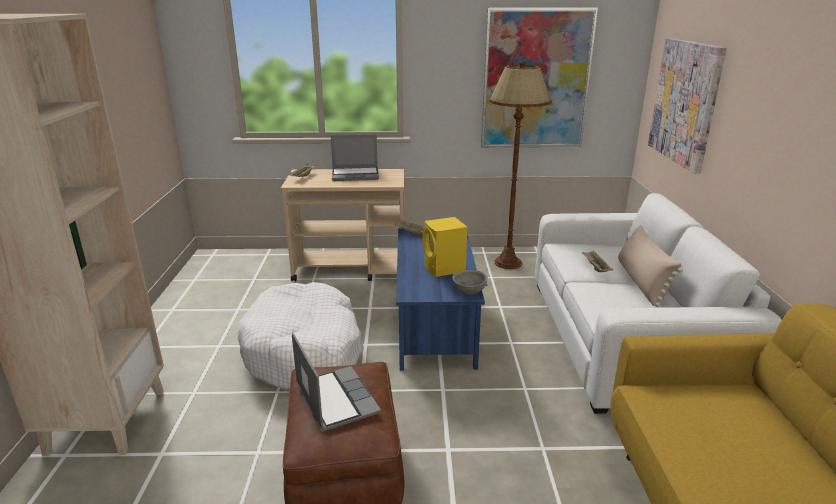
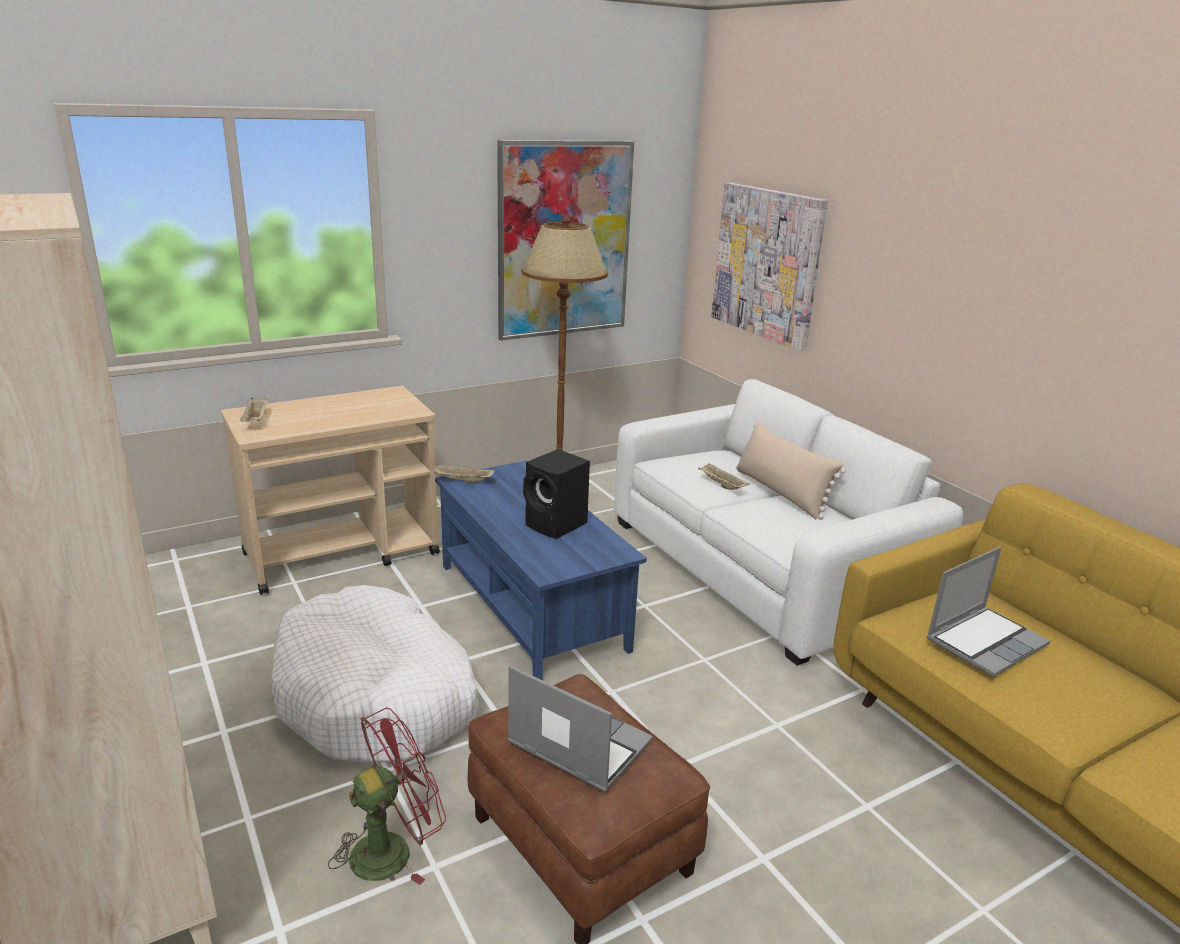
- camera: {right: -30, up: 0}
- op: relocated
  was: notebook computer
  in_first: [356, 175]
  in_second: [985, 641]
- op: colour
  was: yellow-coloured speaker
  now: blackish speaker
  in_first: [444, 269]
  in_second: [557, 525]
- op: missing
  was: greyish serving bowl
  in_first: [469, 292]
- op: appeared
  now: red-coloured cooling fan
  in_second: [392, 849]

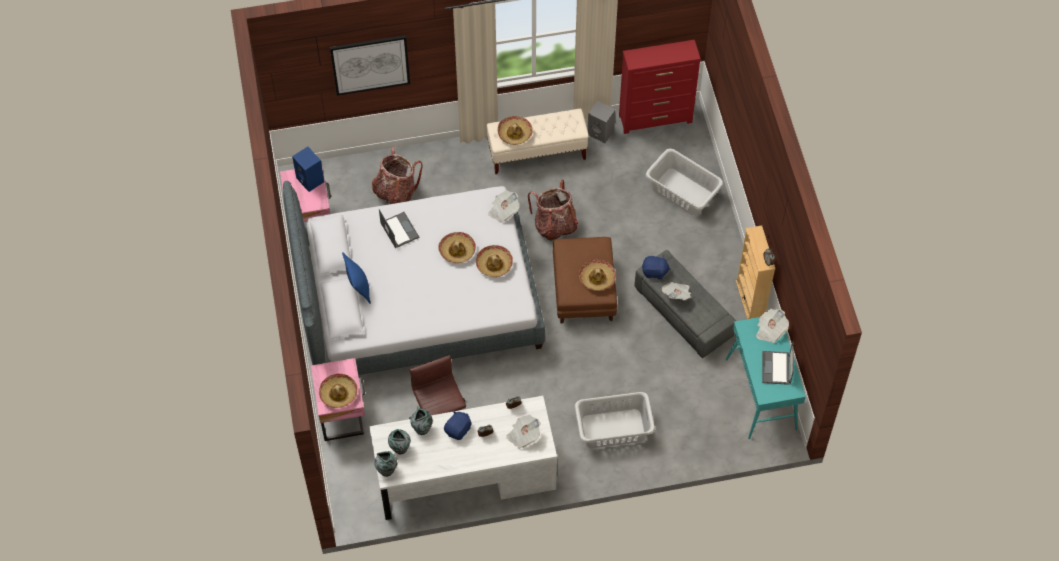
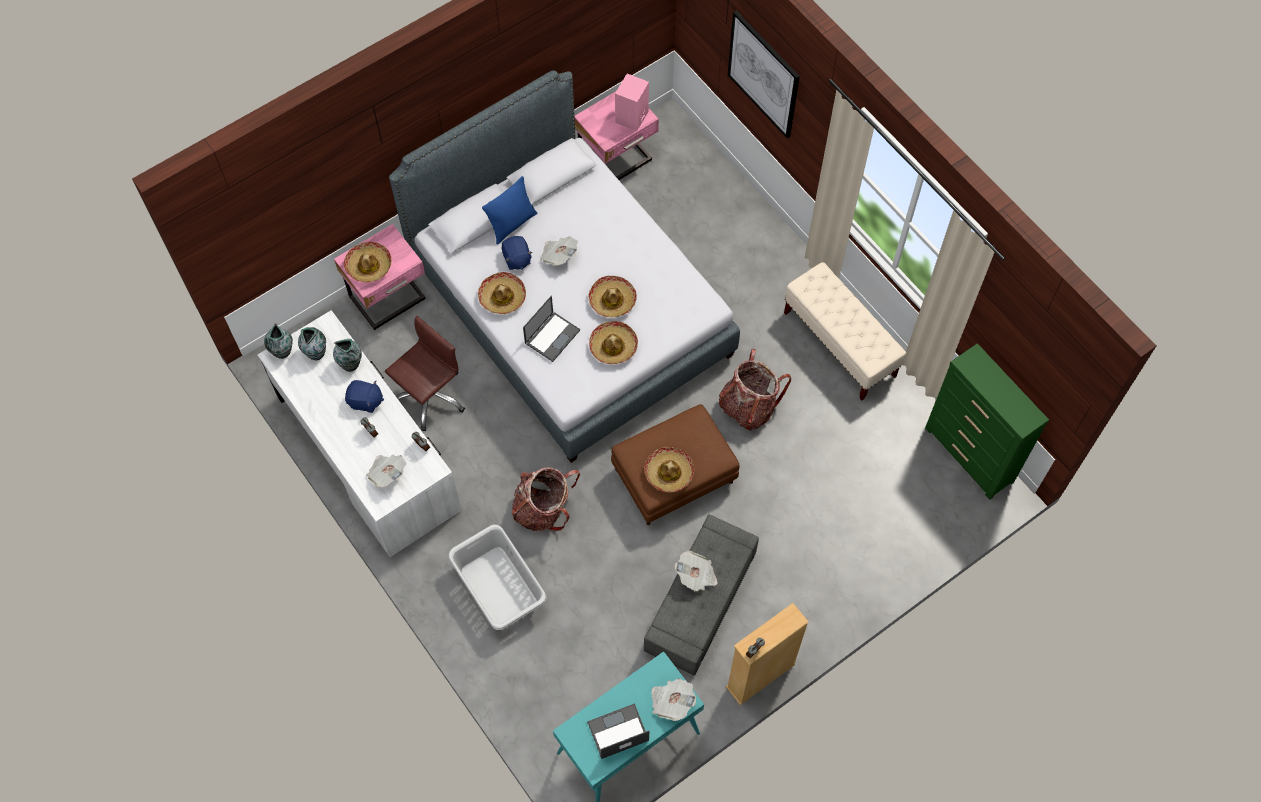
- camera: {right: 65, up: 5}
- op: colour
  was: red-coloured drawer chest
  now: green drawer chest
  in_first: [656, 119]
  in_second: [969, 455]
- op: missing
  was: greyish speaker
  in_first: [601, 132]
- op: relocated
  was: clothing hat
  in_first: [515, 133]
  in_second: [502, 297]
- op: colour
  was: bluish speaker
  now: pink-coloured speaker
  in_first: [311, 180]
  in_second: [632, 118]
- op: relocated
  was: knapsack
  in_first: [395, 192]
  in_second: [543, 509]
- op: missing
  was: greyish hamper
  in_first: [682, 192]
- op: relocated
  was: daily paper
  in_first: [503, 211]
  in_second: [559, 255]
- op: relocated
  was: notebook computer
  in_first: [399, 230]
  in_second: [552, 336]
- op: relocated
  was: bluish cuddly toy
  in_first: [654, 272]
  in_second: [516, 259]

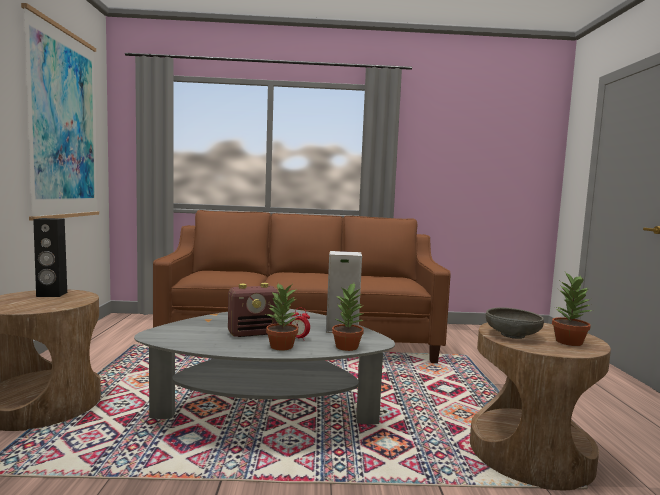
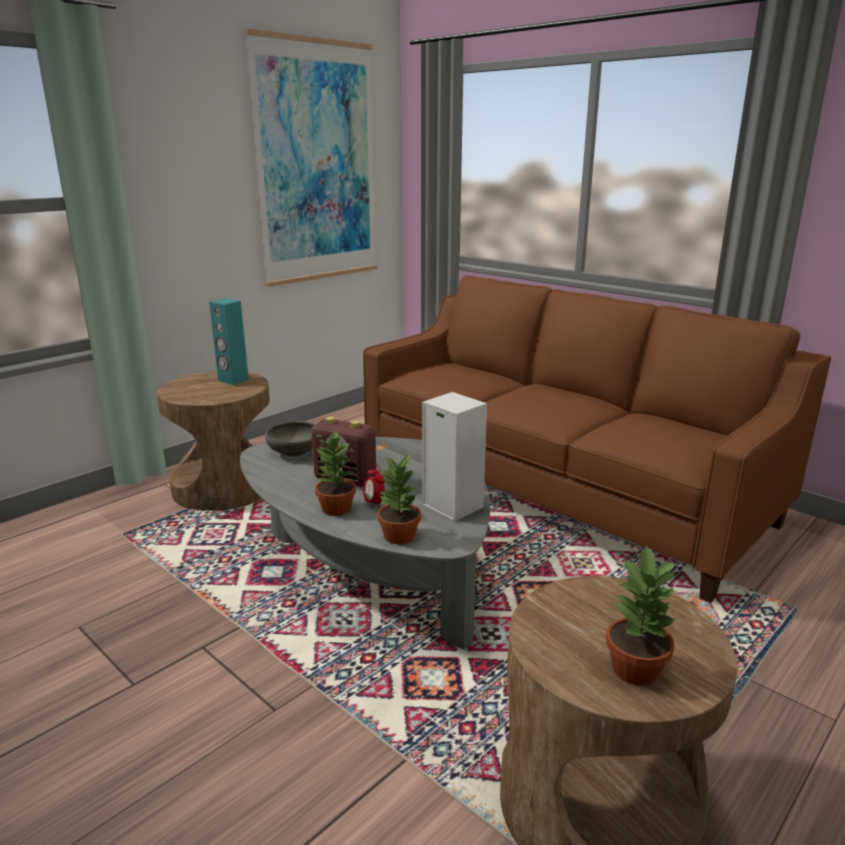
- camera: {right: 45, up: 15}
- op: colour
  was: blackish speaker
  now: turquoise-coloured speaker
  in_first: [51, 294]
  in_second: [233, 380]
- op: relocated
  was: greyish serving bowl
  in_first: [512, 335]
  in_second: [294, 452]

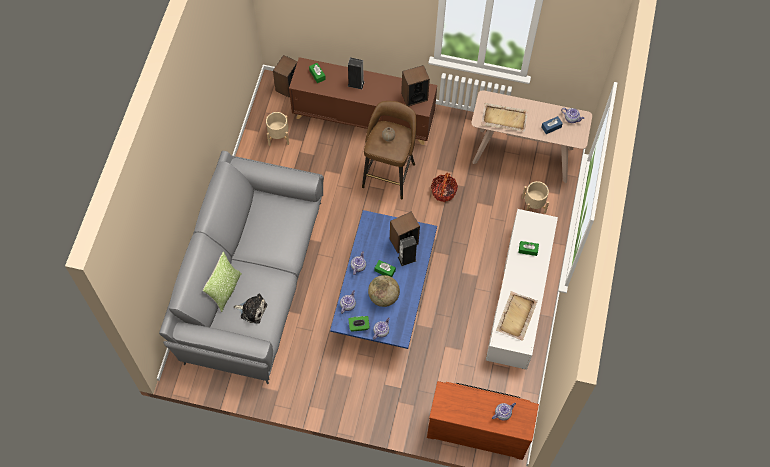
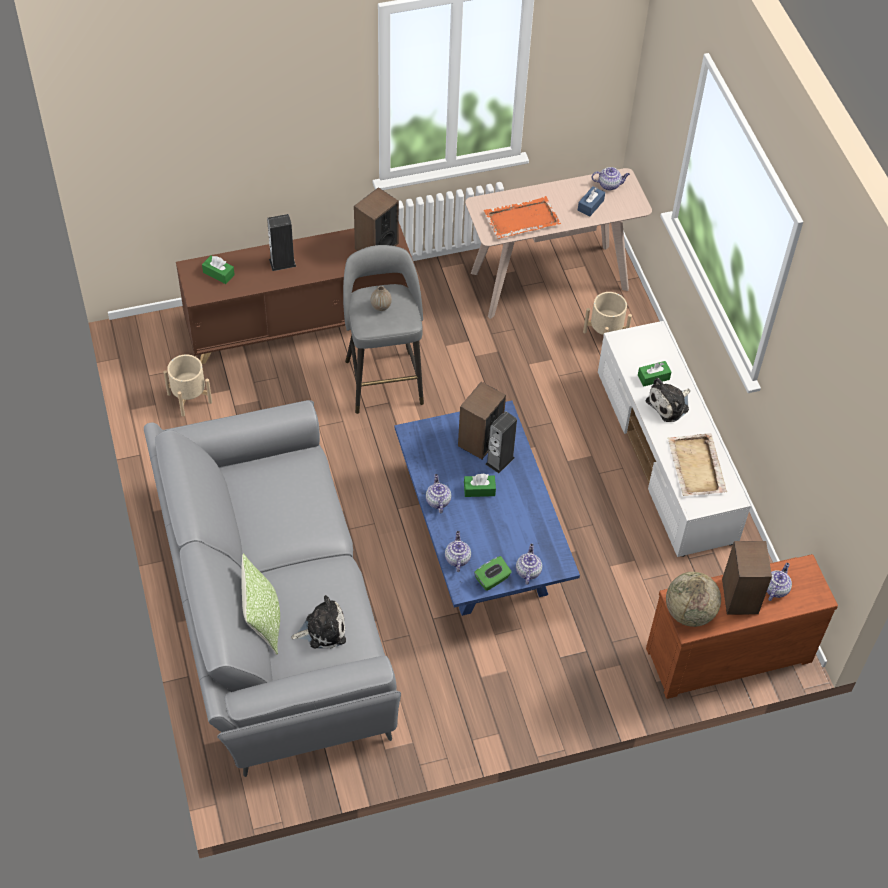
- camera: {right: -30, up: -10}
- op: relocated
  was: speaker
  in_first: [287, 86]
  in_second: [739, 596]
- op: colour
  was: brownish stool
  now: greyish stool
  in_first: [389, 174]
  in_second: [383, 379]
- op: colour
  was: beige-coloured tray
  now: orange tray
  in_first: [503, 118]
  in_second: [521, 219]
- op: missing
  was: household basket
  in_first: [443, 192]
- op: relocated
  was: desk globe
  in_first: [383, 297]
  in_second: [689, 612]
- op: appeared
  now: cuddly toy
  in_second: [669, 404]

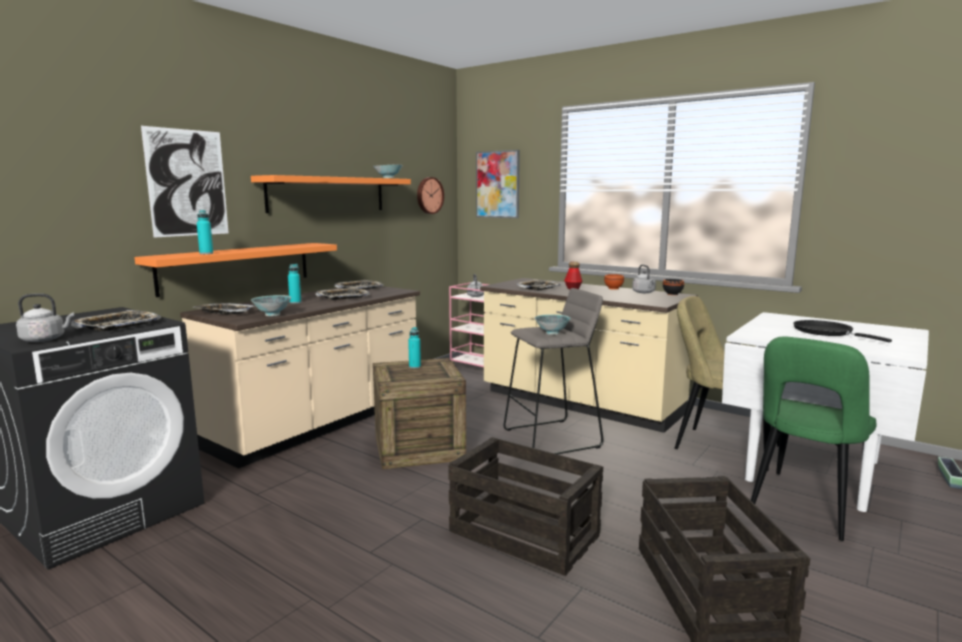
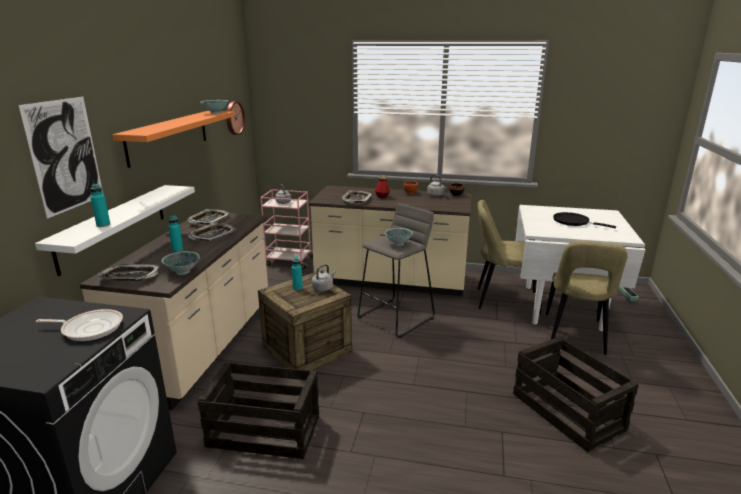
- camera: {right: -25, up: 10}
- op: missing
  was: wall art
  in_first: [497, 184]
- op: colour
  was: orange bracket shelf
  now: white bracket shelf
  in_first: [237, 267]
  in_second: [114, 226]
- op: relocated
  was: greyish water kettle
  in_first: [45, 339]
  in_second: [323, 288]
- op: exchanged
  was: tray
  now: pan
  in_first: [118, 326]
  in_second: [90, 328]
- op: colour
  was: green chair
  now: beige-coloured chair
  in_first: [805, 507]
  in_second: [574, 336]
- op: relocated
  was: crate
  in_first: [525, 534]
  in_second: [265, 431]

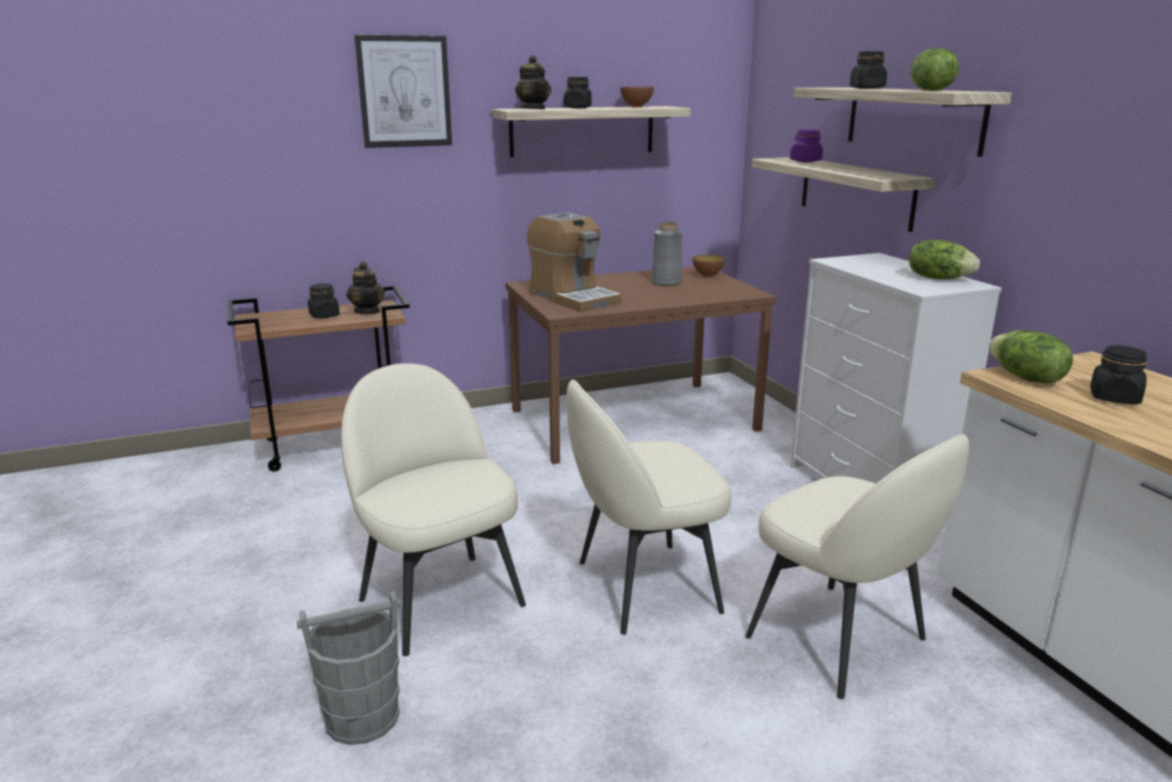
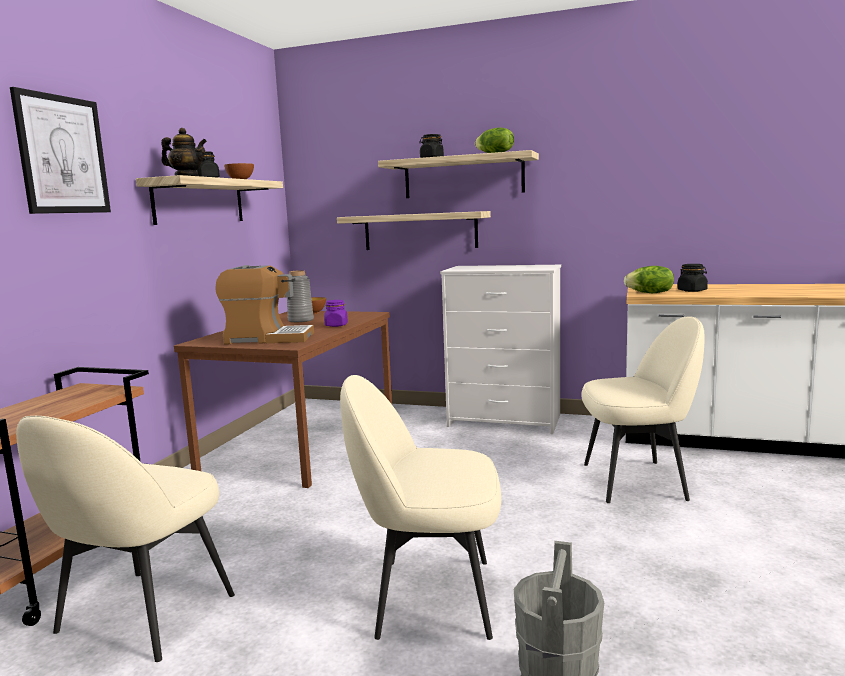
- camera: {right: -50, up: -10}
- op: relocated
  was: purple-coloured storage jar
  in_first: [805, 161]
  in_second: [336, 325]
- op: missing
  was: lettuce
  in_first: [938, 278]
- op: missing
  was: tea pot
  in_first: [367, 311]
- op: missing
  was: blackish storage jar
  in_first: [324, 315]
- op: relocated
  was: beige-coloured chair
  in_first: [643, 587]
  in_second: [142, 616]

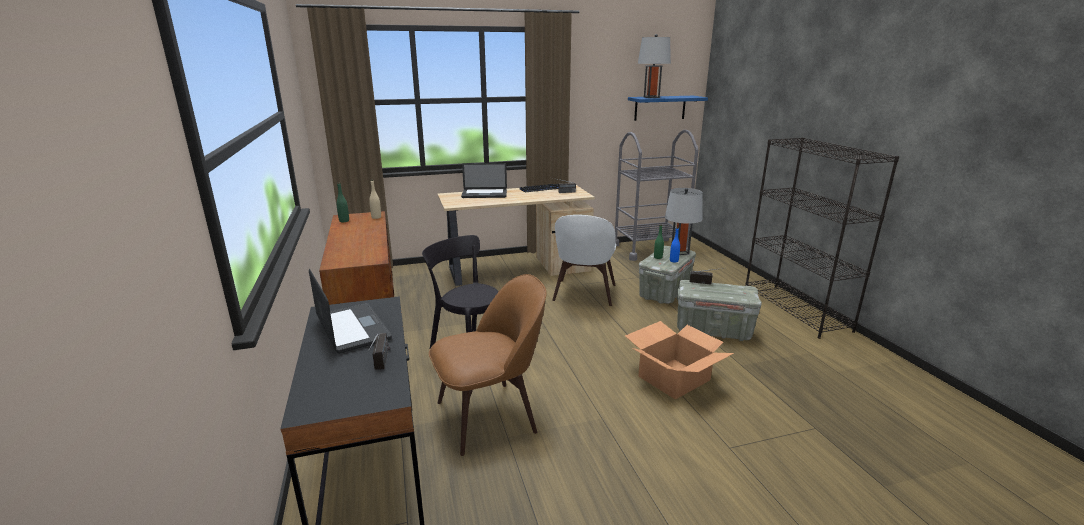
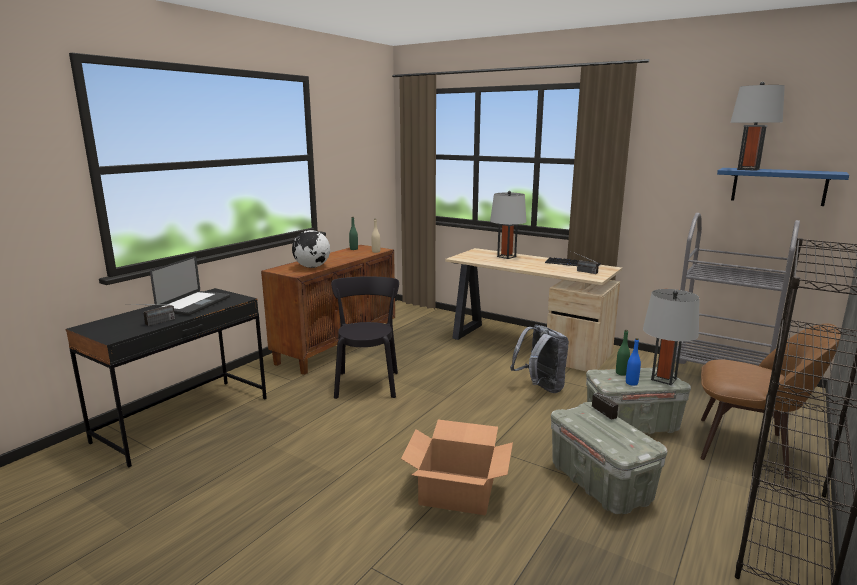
- camera: {right: 50, up: -5}
- op: exchanged
  was: notebook computer
  now: greyish lamp for a table
  in_first: [484, 194]
  in_second: [506, 256]
- op: exchanged
  was: white chair
  now: greyish knapsack
  in_first: [584, 294]
  in_second: [540, 388]
- op: relocated
  was: brownish chair
  in_first: [490, 415]
  in_second: [747, 447]
- op: appeared
  now: desk globe
  in_second: [312, 267]

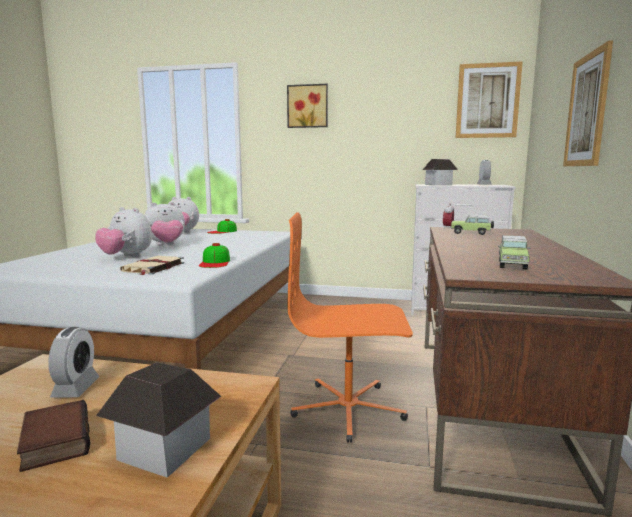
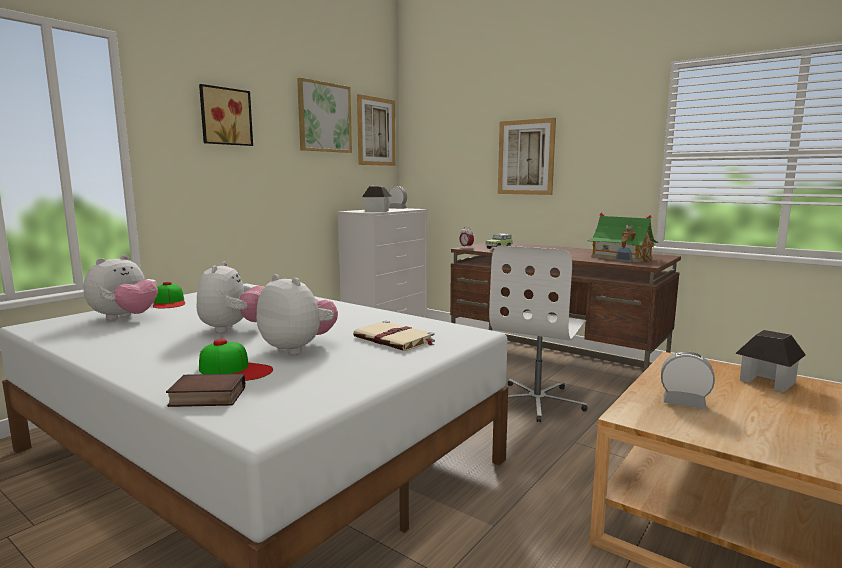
- camera: {right: -65, up: 0}
- op: spun
  was: cuddly toy
  in_first: [126, 257]
  in_second: [298, 348]
  clockwise: -105
- op: colour
  was: orange computer chair
  now: white computer chair
  in_first: [348, 409]
  in_second: [537, 401]
- op: exchanged
  was: miniature car
  now: miniature house
  in_first: [512, 264]
  in_second: [621, 258]
- op: relocated
  was: peaked cap
  in_first: [215, 262]
  in_second: [235, 369]
- op: relocated
  was: bound book
  in_first: [53, 441]
  in_second: [206, 397]
- op: appeared
  now: wall art
  in_second: [324, 117]

